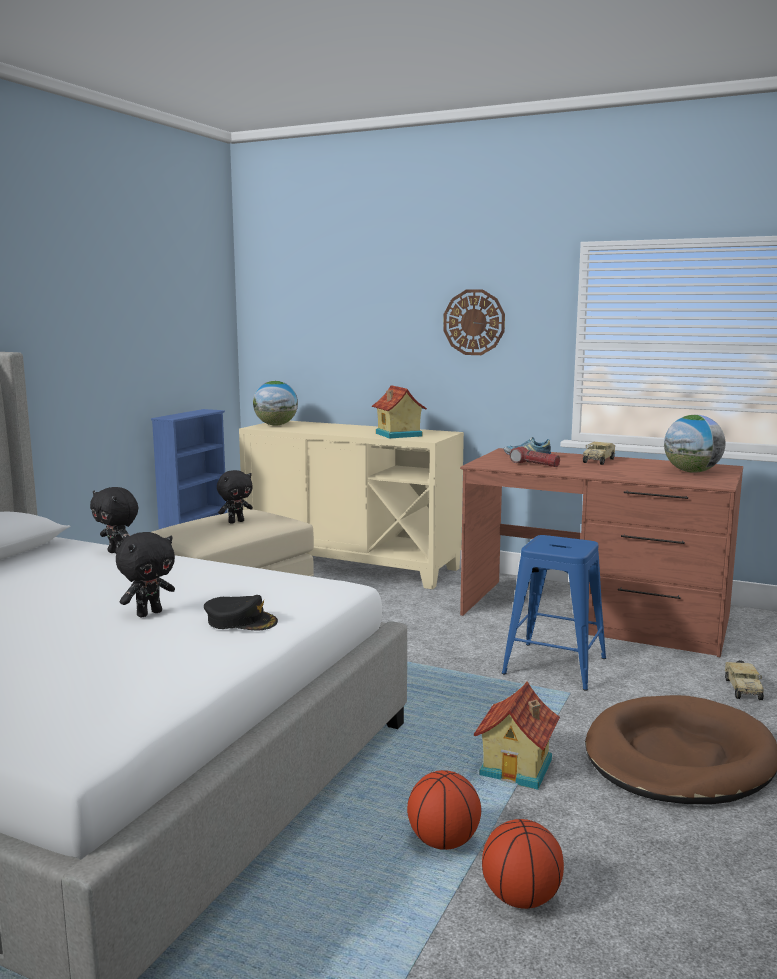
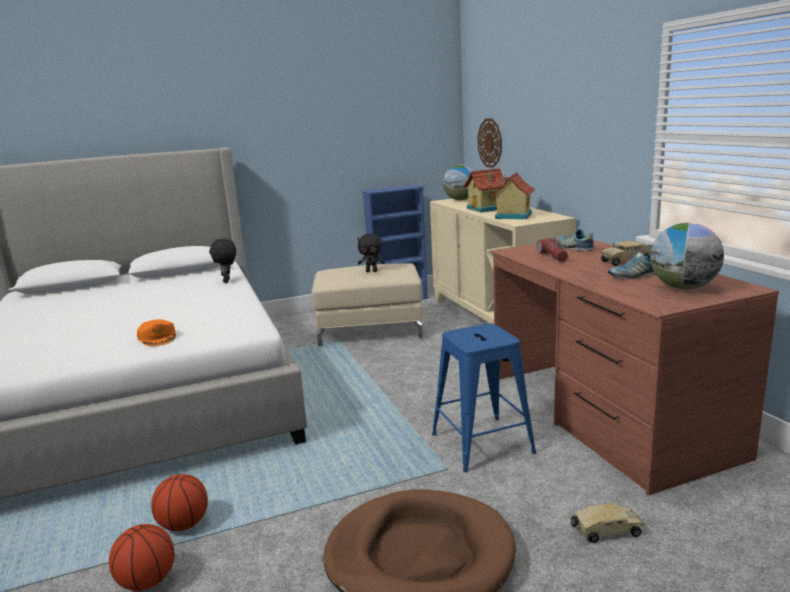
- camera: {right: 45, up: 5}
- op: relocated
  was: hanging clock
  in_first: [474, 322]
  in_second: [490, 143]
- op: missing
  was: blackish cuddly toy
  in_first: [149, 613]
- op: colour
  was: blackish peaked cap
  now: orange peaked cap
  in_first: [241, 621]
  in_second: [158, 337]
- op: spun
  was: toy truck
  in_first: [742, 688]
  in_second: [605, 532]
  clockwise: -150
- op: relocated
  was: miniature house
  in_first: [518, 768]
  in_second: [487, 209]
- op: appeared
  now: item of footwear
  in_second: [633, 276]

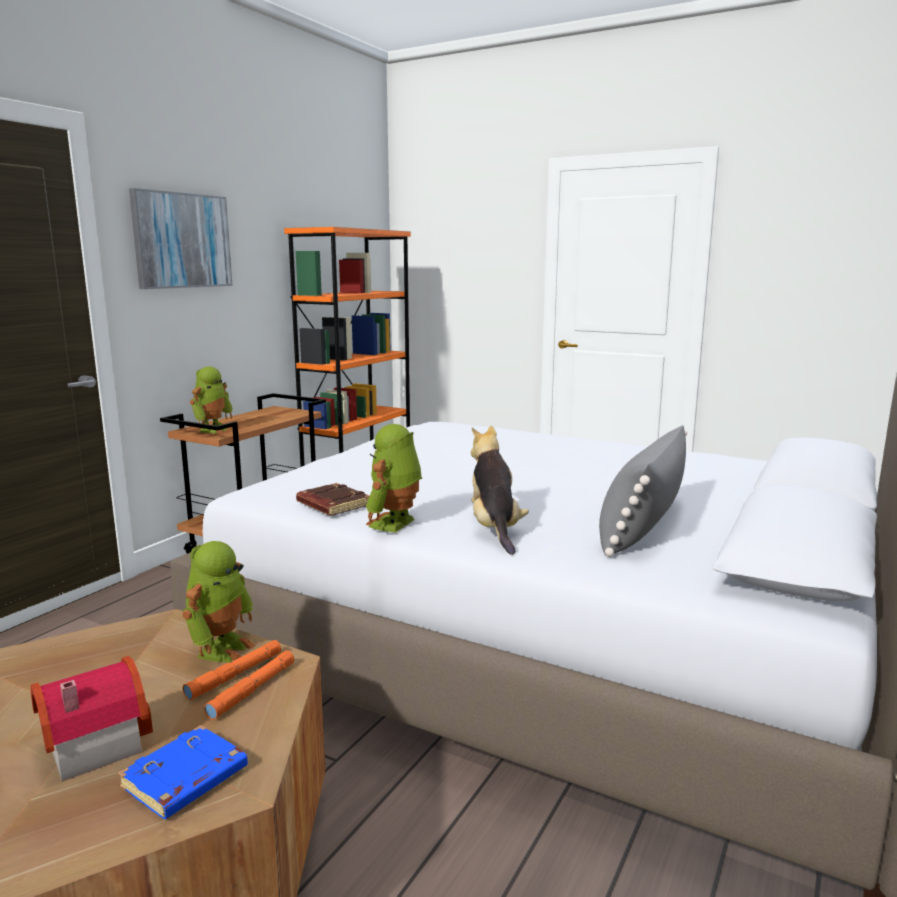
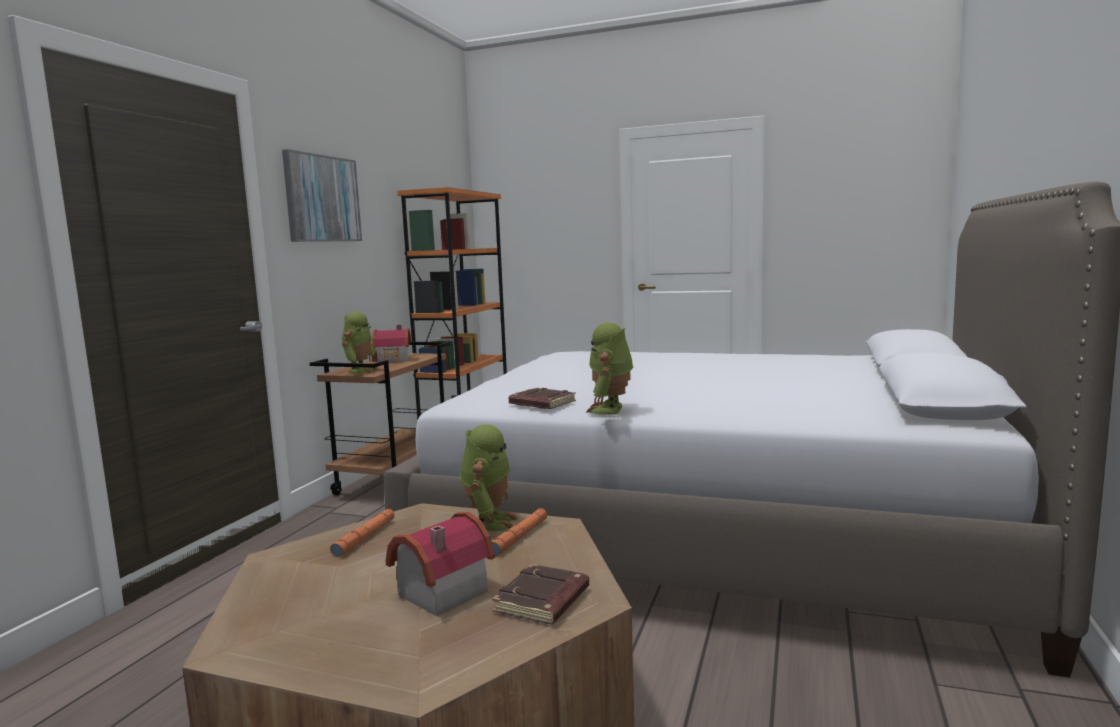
- camera: {right: -10, up: -5}
- op: missing
  was: greyish pillow
  in_first: [641, 524]
- op: missing
  was: cuddly toy
  in_first: [494, 529]
- op: relocated
  was: orange flashlight
  in_first: [252, 690]
  in_second: [365, 538]
- op: colour
  was: bluish bound book
  now: brownish bound book
  in_first: [185, 780]
  in_second: [543, 601]
- op: appeared
  now: miniature house
  in_second: [394, 360]

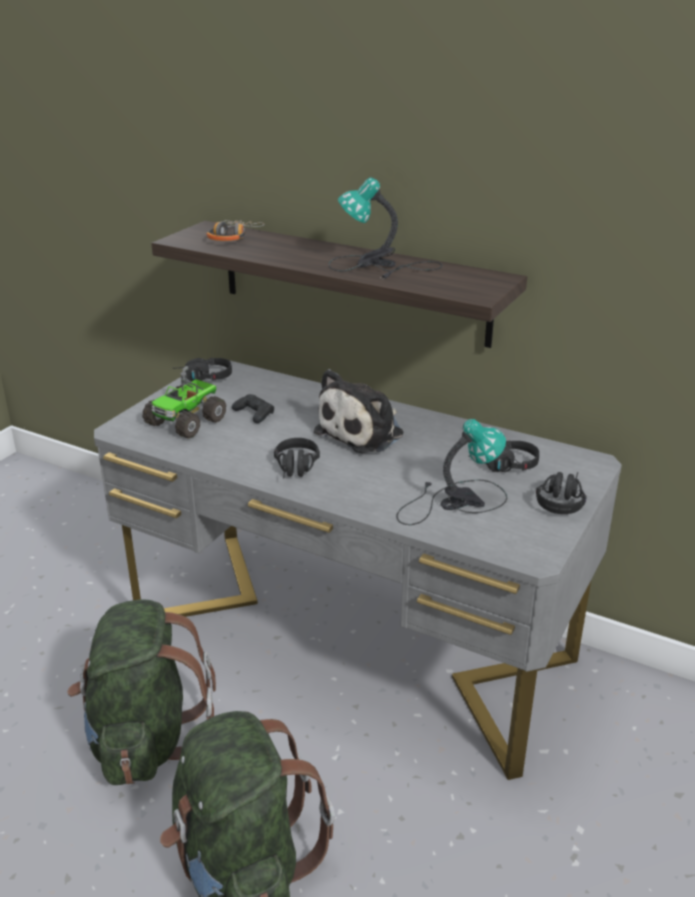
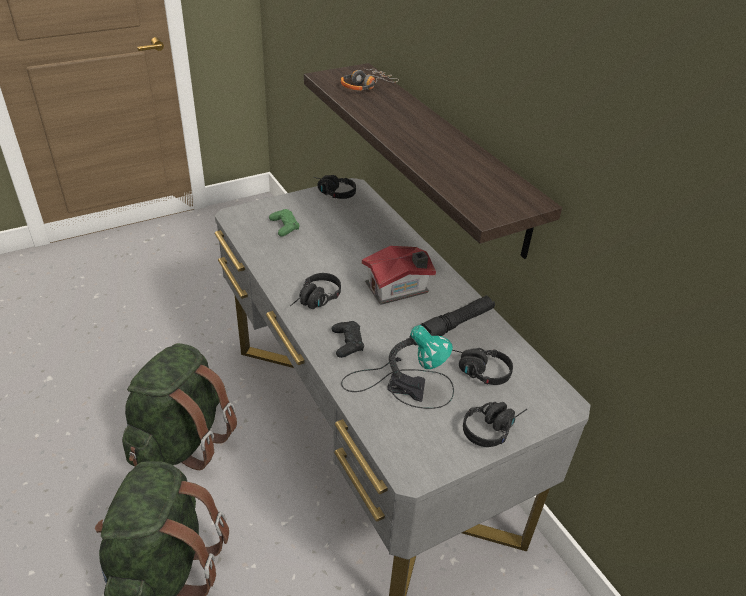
- camera: {right: 30, up: 10}
- op: missing
  was: lamp for a table
  in_first: [380, 266]
- op: exchanged
  was: toy truck
  now: green joypad
  in_first: [187, 421]
  in_second: [284, 226]
- op: exchanged
  was: cuddly toy
  now: miniature house
  in_first: [363, 432]
  in_second: [398, 288]
- op: relocated
  was: blackish joypad
  in_first: [254, 413]
  in_second: [347, 343]
- op: appeared
  now: blackish flashlight
  in_second: [457, 324]

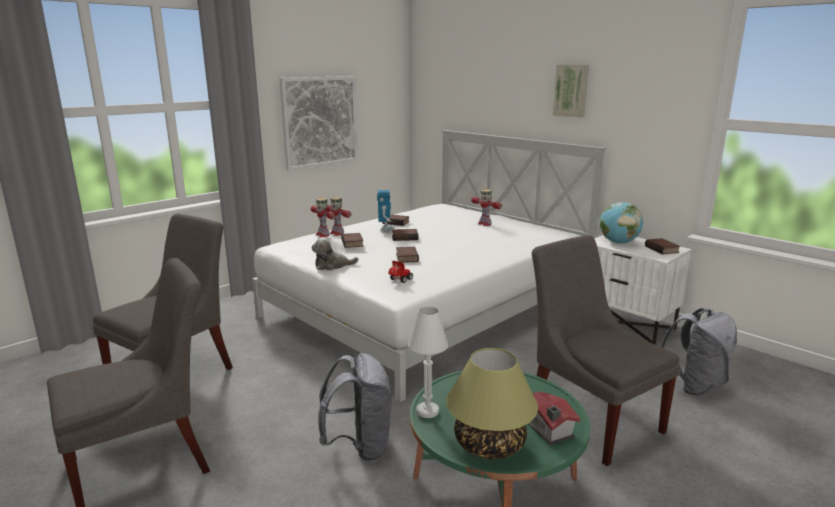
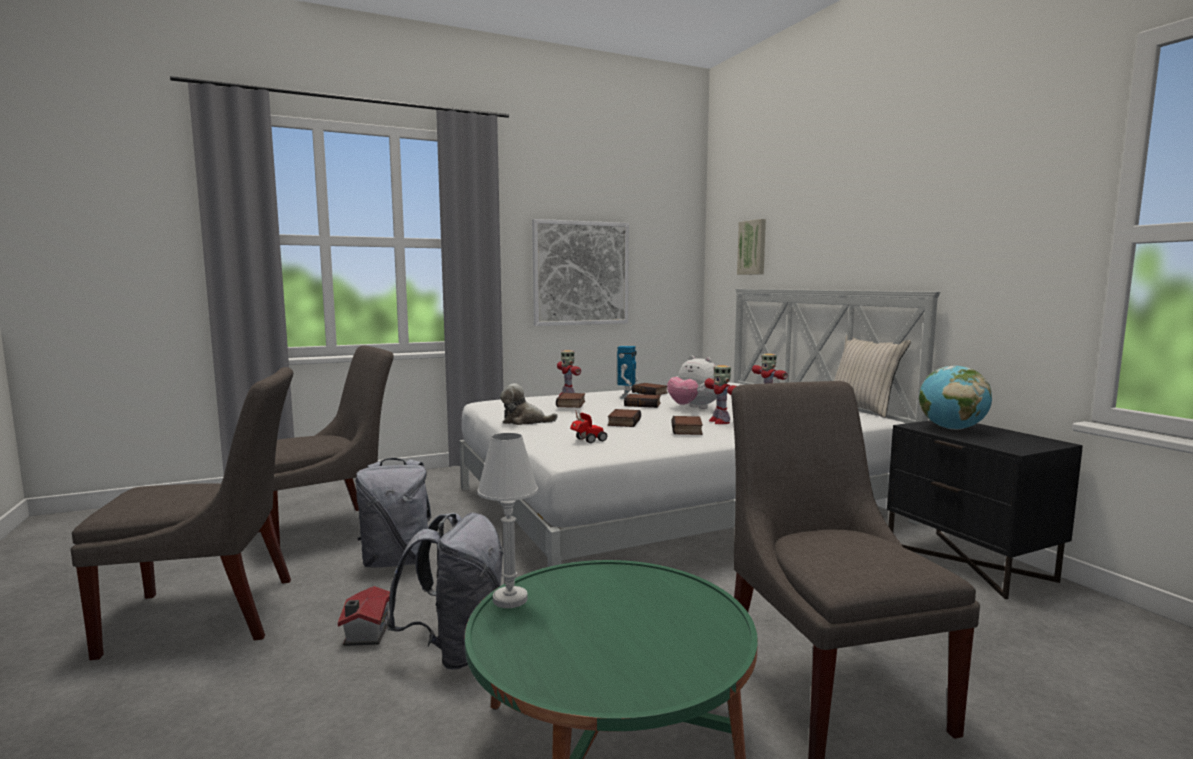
- camera: {right: 20, up: -10}
- op: relocated
  was: wall art
  in_first: [571, 90]
  in_second: [753, 247]
- op: relocated
  was: model robot
  in_first: [322, 235]
  in_second: [719, 421]
- op: colour
  was: white night table
  now: blackish night table
  in_first: [627, 323]
  in_second: [970, 562]
- op: relocated
  was: bound book
  in_first: [662, 249]
  in_second: [688, 430]
- op: relocated
  was: greyish knapsack
  in_first: [694, 385]
  in_second: [398, 561]
- op: missing
  was: lamp for a table
  in_first: [489, 444]
- op: relocated
  was: miniature house
  in_first: [548, 430]
  in_second: [366, 632]
- op: appeared
  now: beige-coloured pillow
  in_second: [862, 409]
- op: appeared
  now: cuddly toy
  in_second: [693, 408]

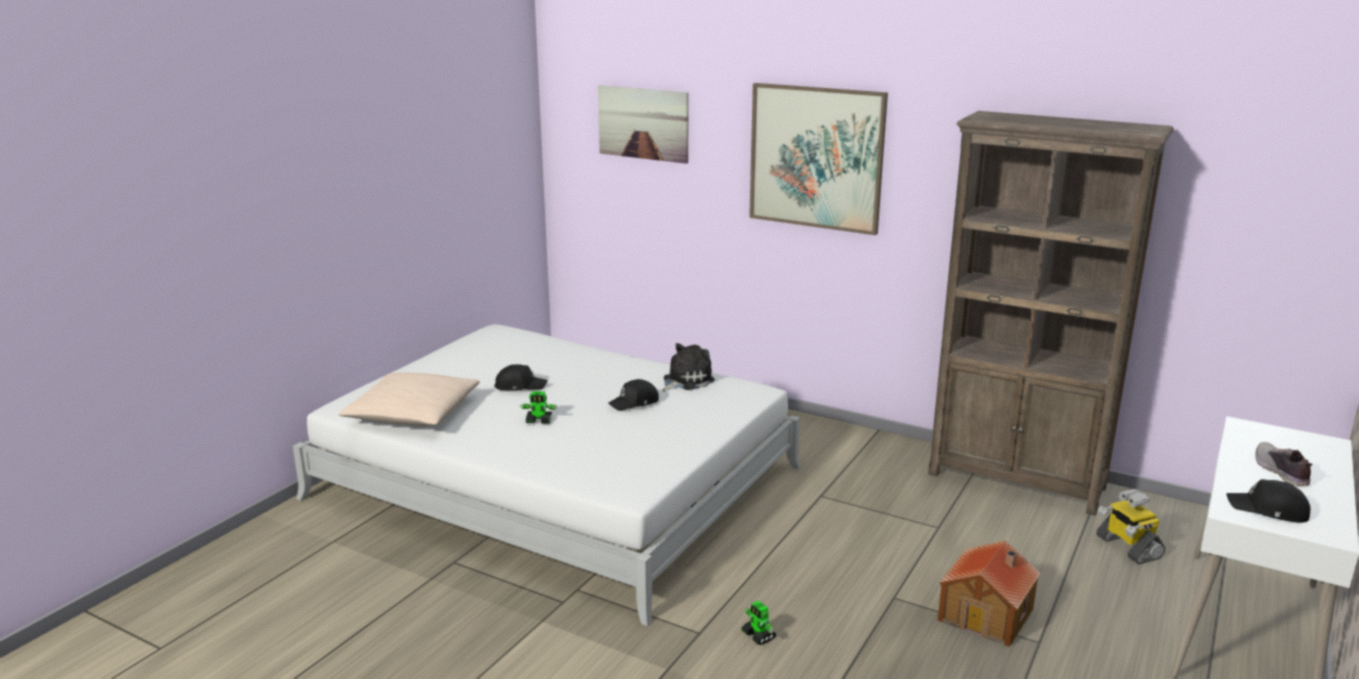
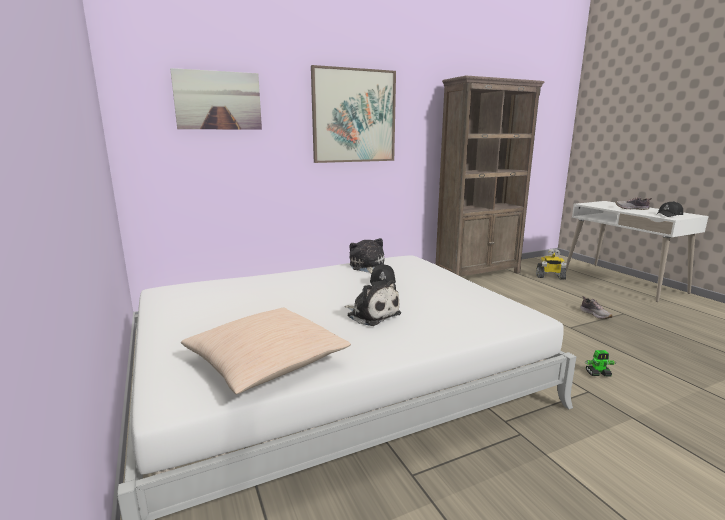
- camera: {right: -55, up: -5}
- op: missing
  was: blackish peaked cap
  in_first: [520, 385]
- op: exchanged
  was: model robot
  now: cuddly toy
  in_first: [539, 421]
  in_second: [372, 314]
- op: exchanged
  was: miniature house
  now: item of footwear
  in_first: [987, 614]
  in_second: [595, 314]

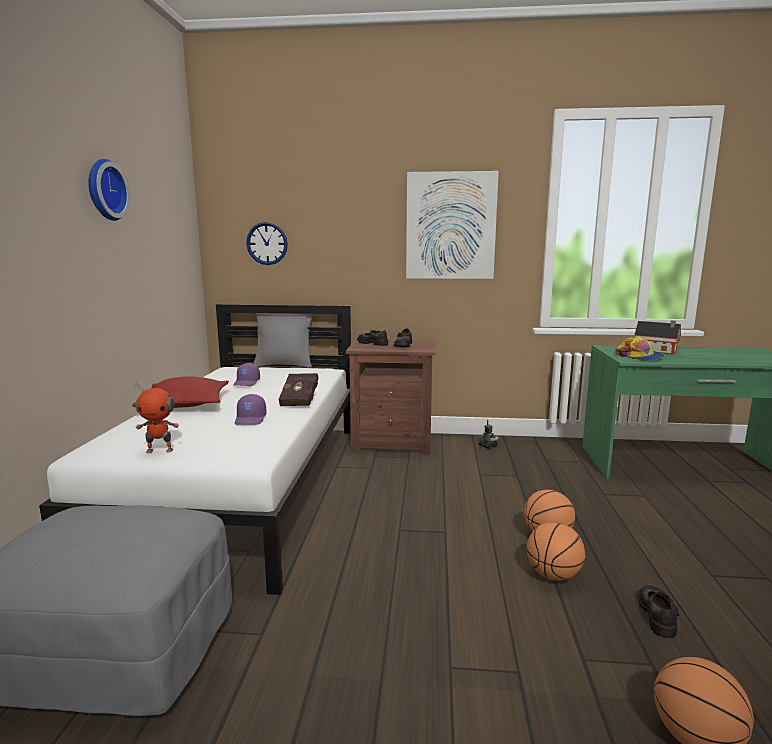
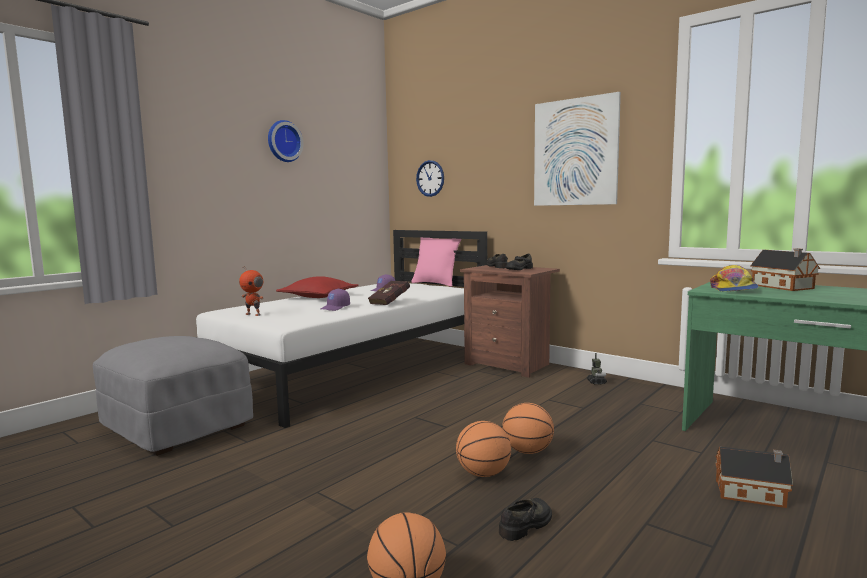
- camera: {right: 35, up: -5}
- op: colour
  was: greyish pillow
  now: pink-coloured pillow
  in_first: [284, 365]
  in_second: [435, 284]
- op: appeared
  now: miniature house
  in_second: [753, 494]

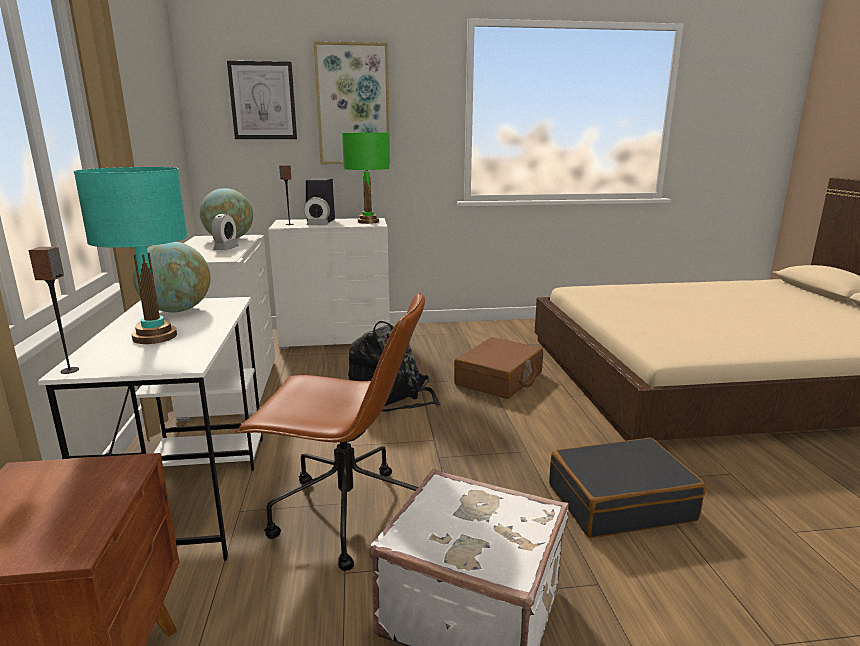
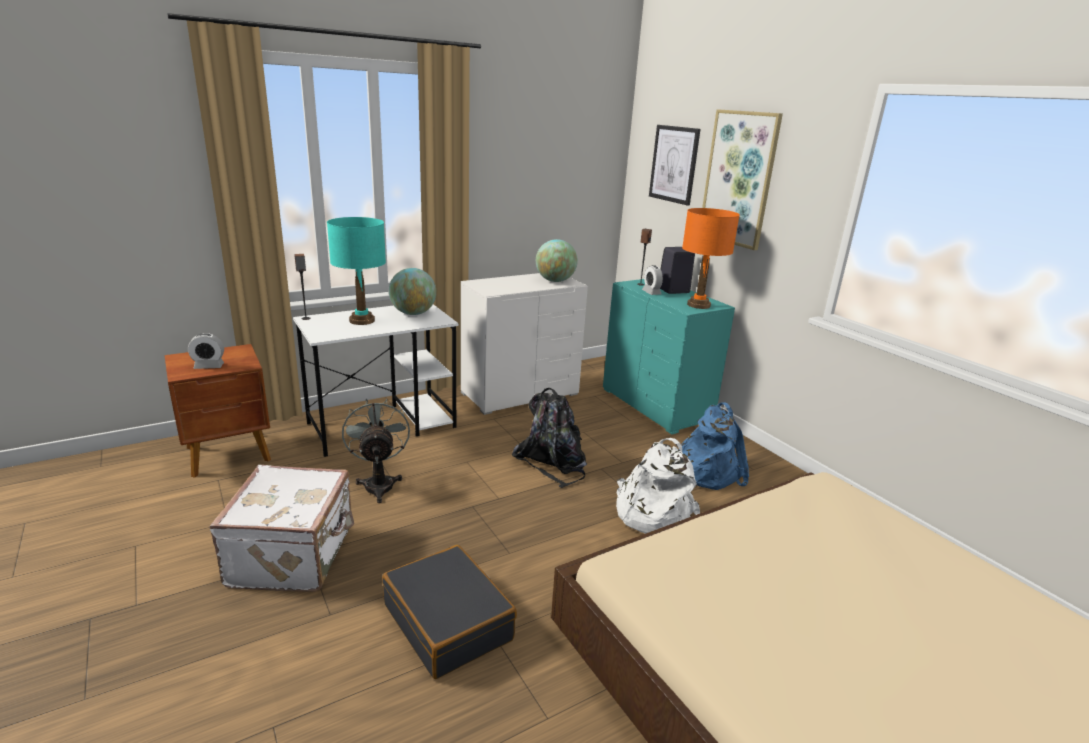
- camera: {right: 65, up: 5}
- op: colour
  was: green lamp for a table
  now: orange lamp for a table
  in_first: [368, 222]
  in_second: [699, 305]
- op: relocated
  was: table clock
  in_first: [226, 249]
  in_second: [209, 366]
- op: colour
  was: white drawer chest
  now: turquoise-coloured drawer chest
  in_first: [336, 337]
  in_second: [657, 405]
- op: exchanged
  was: brownish computer chair
  now: greyish cooling fan
  in_first: [344, 515]
  in_second: [379, 483]
- op: exchanged
  was: brownish piece of luggage
  now: white knapsack
  in_first: [499, 379]
  in_second: [651, 514]
- op: appeared
  now: bluish knapsack
  in_second: [706, 471]

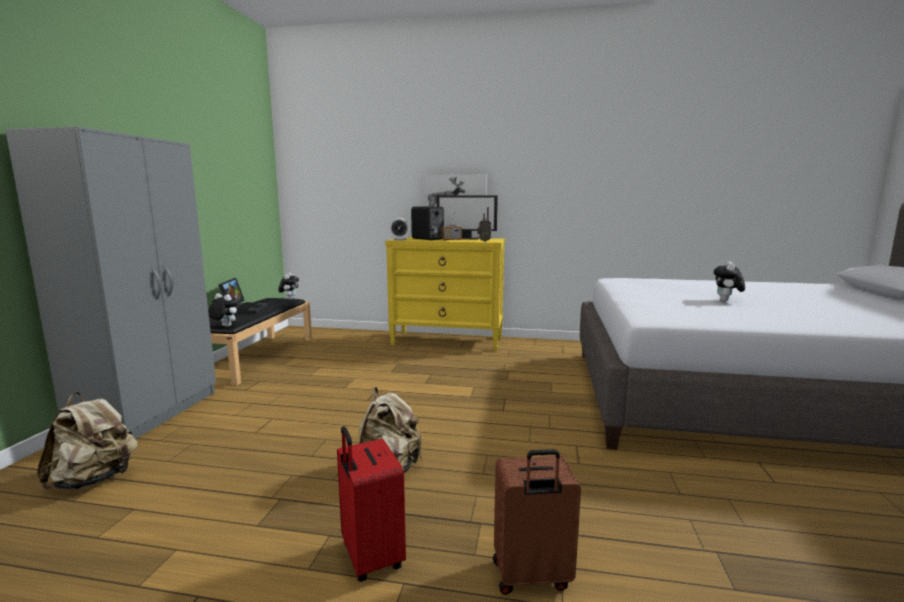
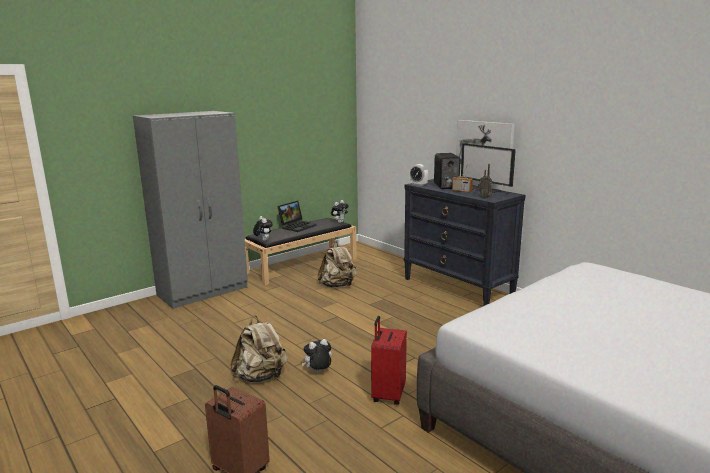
- camera: {right: 40, up: 5}
- op: colour
  was: yellow-coloured drawer chest
  now: blackish drawer chest
  in_first: [447, 341]
  in_second: [458, 288]
- op: relocated
  was: cuddly toy
  in_first: [726, 301]
  in_second: [318, 372]
- op: relocated
  was: beige-coloured knapsack
  in_first: [95, 479]
  in_second: [338, 286]
- op: relocated
  was: red-coloured piece of luggage
  in_first: [370, 557]
  in_second: [387, 394]

